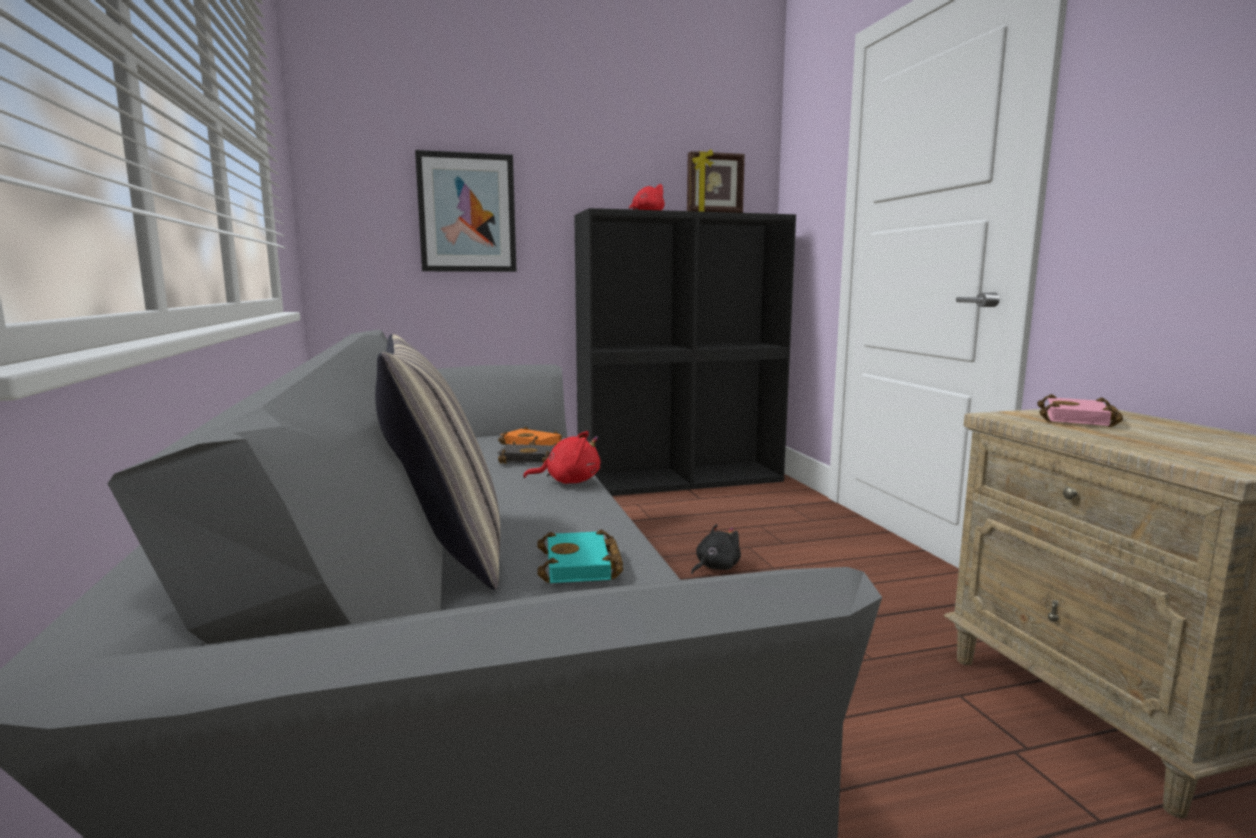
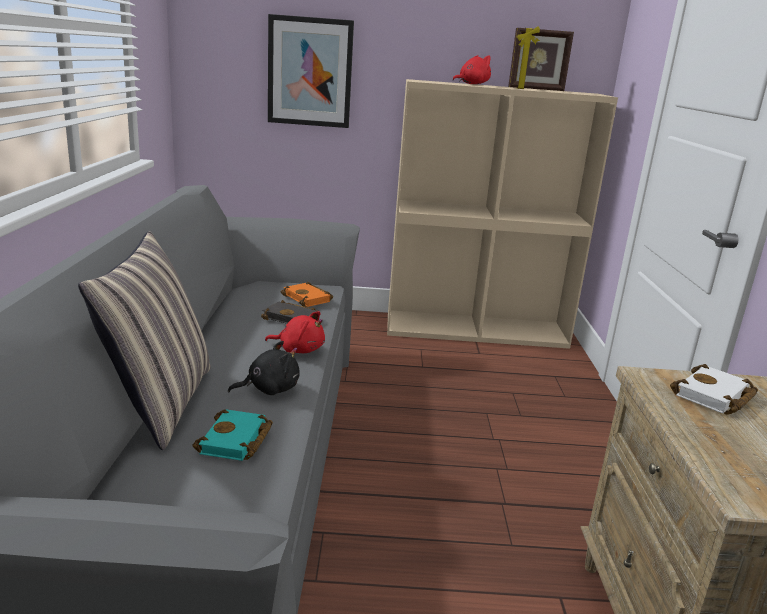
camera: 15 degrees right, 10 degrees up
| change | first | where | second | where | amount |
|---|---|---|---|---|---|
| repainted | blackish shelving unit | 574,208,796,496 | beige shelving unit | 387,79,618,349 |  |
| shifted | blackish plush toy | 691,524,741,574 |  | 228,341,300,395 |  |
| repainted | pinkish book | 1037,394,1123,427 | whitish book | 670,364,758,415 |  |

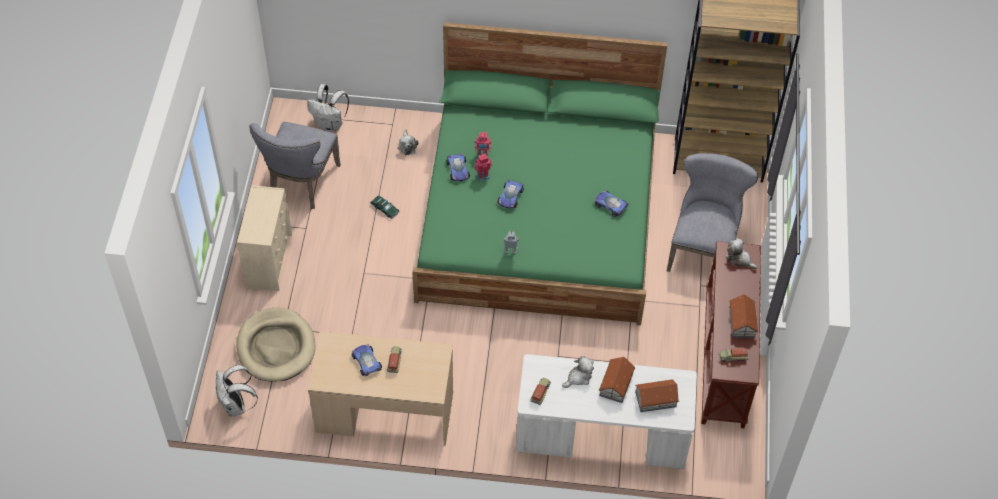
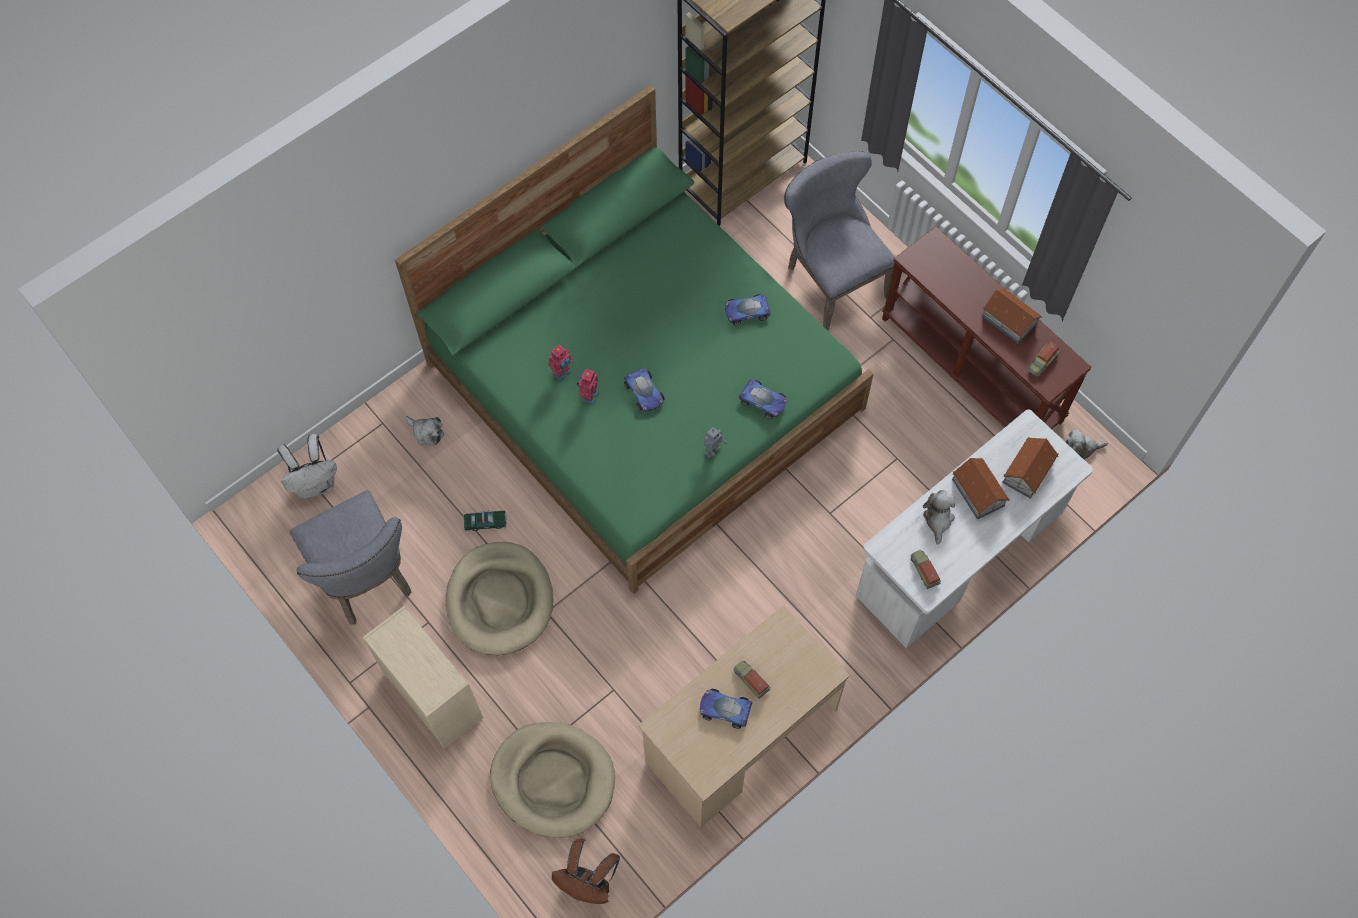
camera: 45 degrees left, 10 degrees up
| change | first | where | second | where | amount |
|---|---|---|---|---|---|
| repainted | whitish rucksack | 216,365,258,417 | brownish rucksack | 552,839,620,904 |  |
| shifted | toy car | 446,153,470,181 |  | 739,379,787,419 |  |
| shifted | plush toy | 726,238,757,269 |  | 1065,429,1108,459 |  |
| new |  |  | beige dog bed | 446,542,553,655 |  |

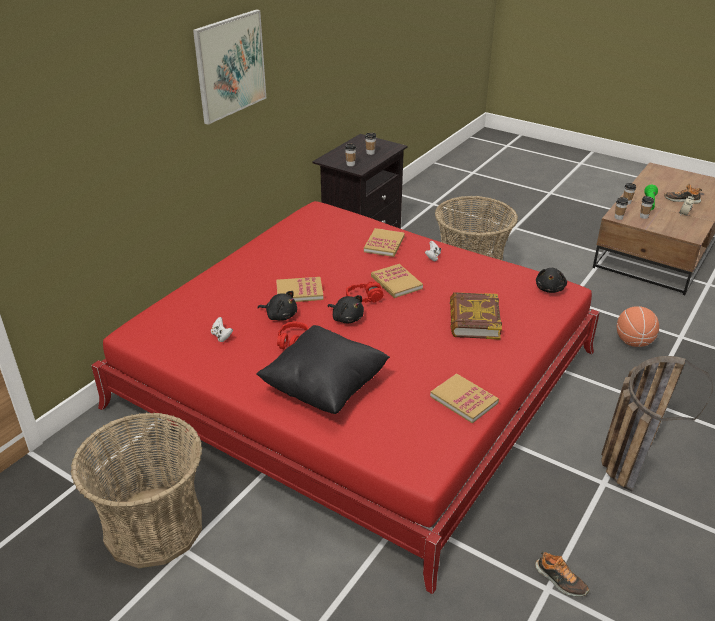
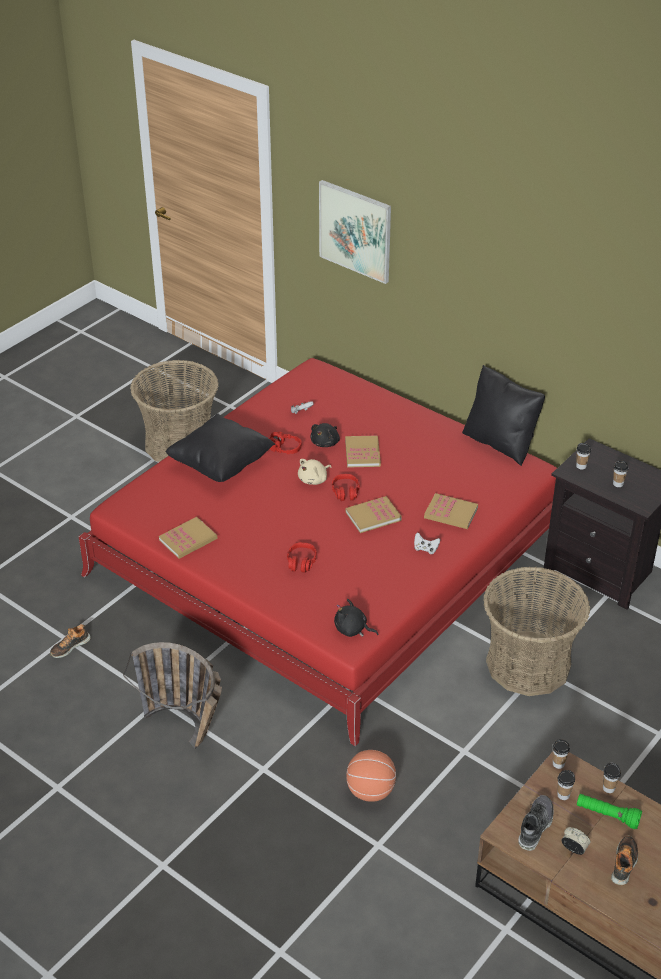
camera: 95 degrees right, 5 degrees up
| change | first | where | second | where | amount |
|---|---|---|---|---|---|
| shifted | wall art | 193,9,266,125 |  | 319,180,391,284 |  |
| repainted | blackish plush toy | 328,295,364,324 | beige plush toy | 298,459,332,485 |  |
| swapped | book | 450,292,502,340 | red headset | 287,542,317,573 |  |
| new |  |  | blackish throw pillow | 462,365,545,466 |  |
| new |  |  | shoe | 518,795,554,851 |  |

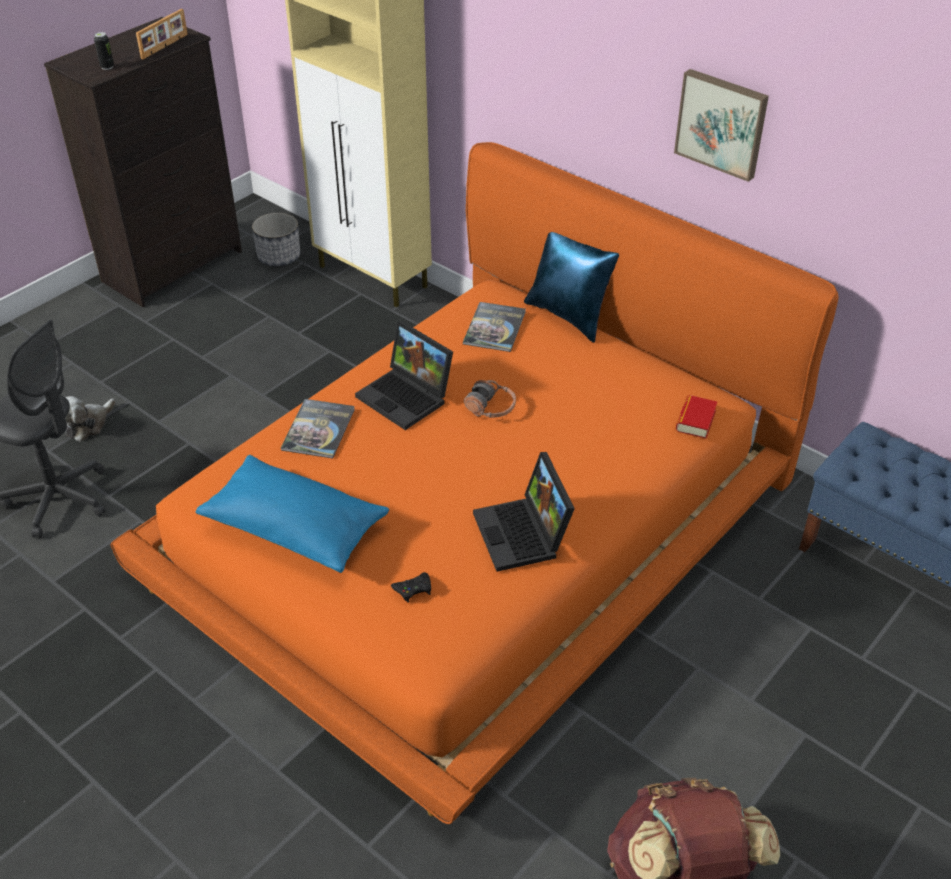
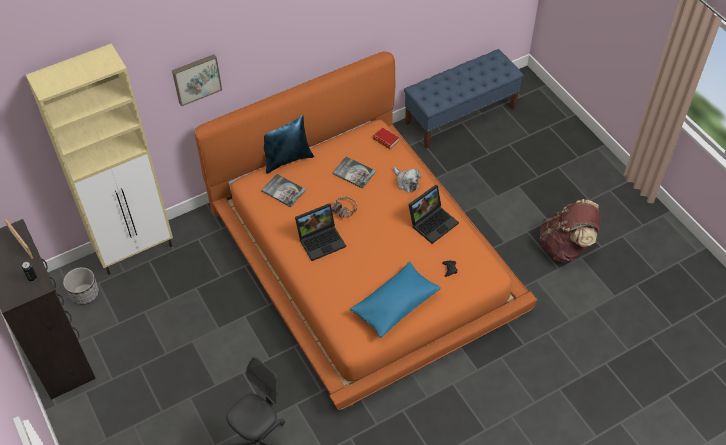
camera: 70 degrees left, 10 degrees up
| change | first | where | second | where | amount |
|---|---|---|---|---|---|
| shifted | plush toy | 65,396,116,442 |  | 394,167,421,193 |  |
| shifted | book | 281,399,355,459 |  | 332,156,376,189 |  |
| rotated | portable computer | 473,452,575,572 |  | 408,185,459,244 | 45 degrees counterclockwise |
| shifted | wall art | 674,69,769,182 |  | 172,54,222,106 |  |

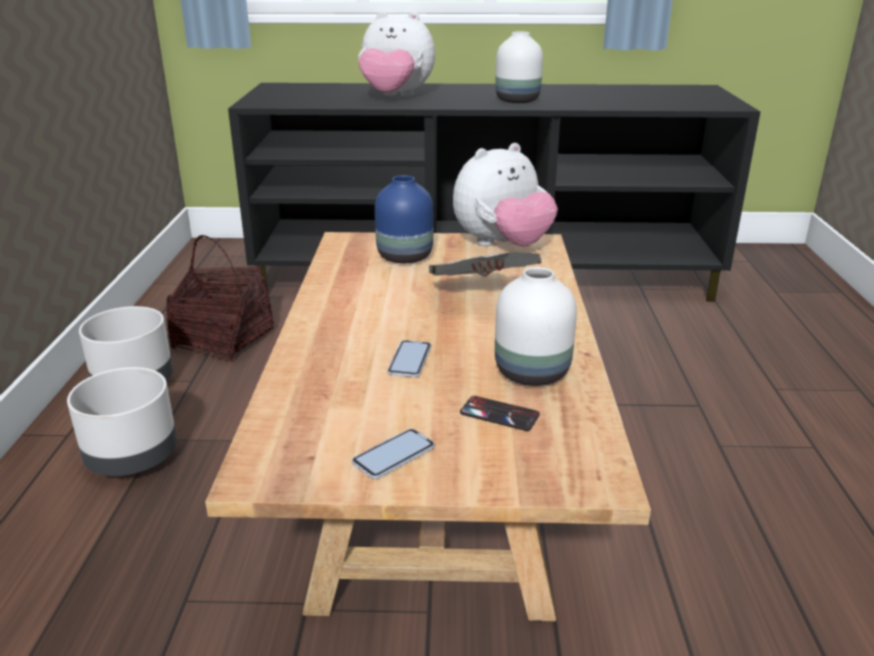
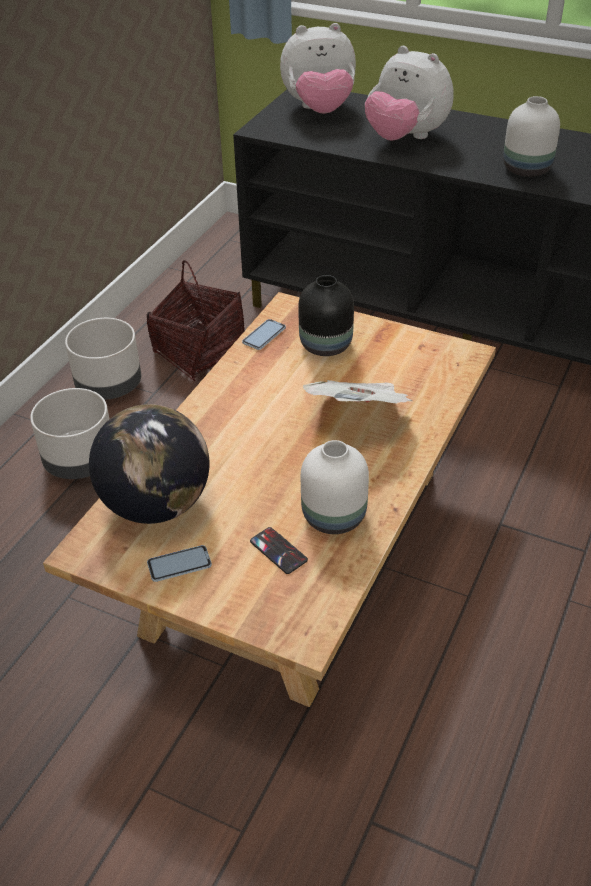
camera: 25 degrees right, 15 degrees up
| change | first | where | second | where | amount |
|---|---|---|---|---|---|
| repainted | blue vase | 375,175,433,263 | blackish vase | 298,275,354,356 |  |
| shifted | handset | 387,340,431,377 |  | 242,319,286,350 |  |
| shifted | plush toy | 453,143,558,247 |  | 280,23,356,114 |  |
| new |  |  | world globe | 89,404,210,524 |  |

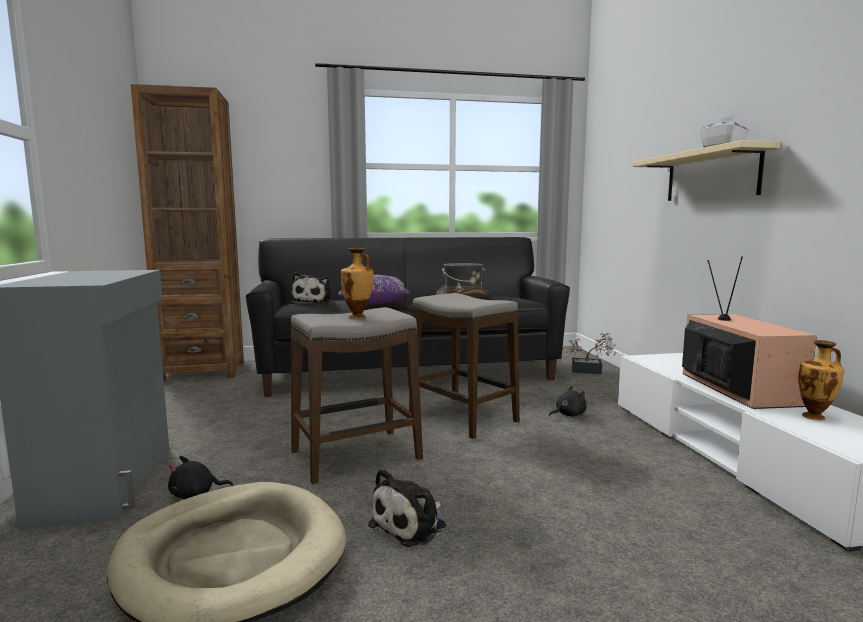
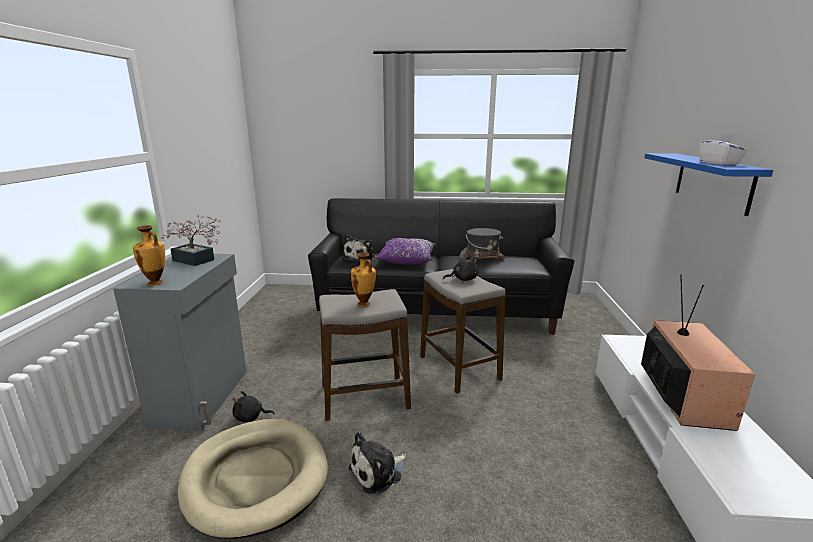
camera: 15 degrees right, 10 degrees up
| change | first | where | second | where | amount |
|---|---|---|---|---|---|
| gone | brownish shelving unit | 131,84,244,381 |  |  |  |
| shifted | blackish plush toy | 549,386,587,417 |  | 443,256,478,281 |  |
| shifted | potted plant | 564,333,616,374 |  | 160,215,221,266 |  |
| repainted | beige wall shelf | 633,140,781,201 | blue wall shelf | 644,153,773,216 |  |
| shifted | vase | 798,340,844,420 |  | 133,225,165,286 |  |

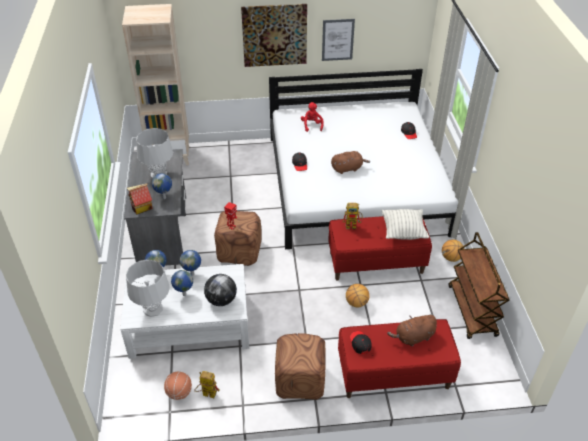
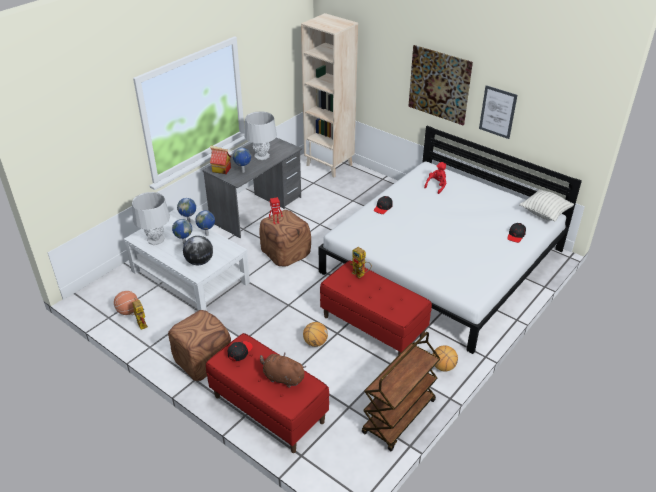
camera: 45 degrees right, 5 degrees down
| change | first | where | second | where | amount |
|---|---|---|---|---|---|
| gone | brownish plush toy | 331,151,370,174 |  |  |  |
| shifted | throw pillow | 382,209,429,240 |  | 520,189,574,221 |  |

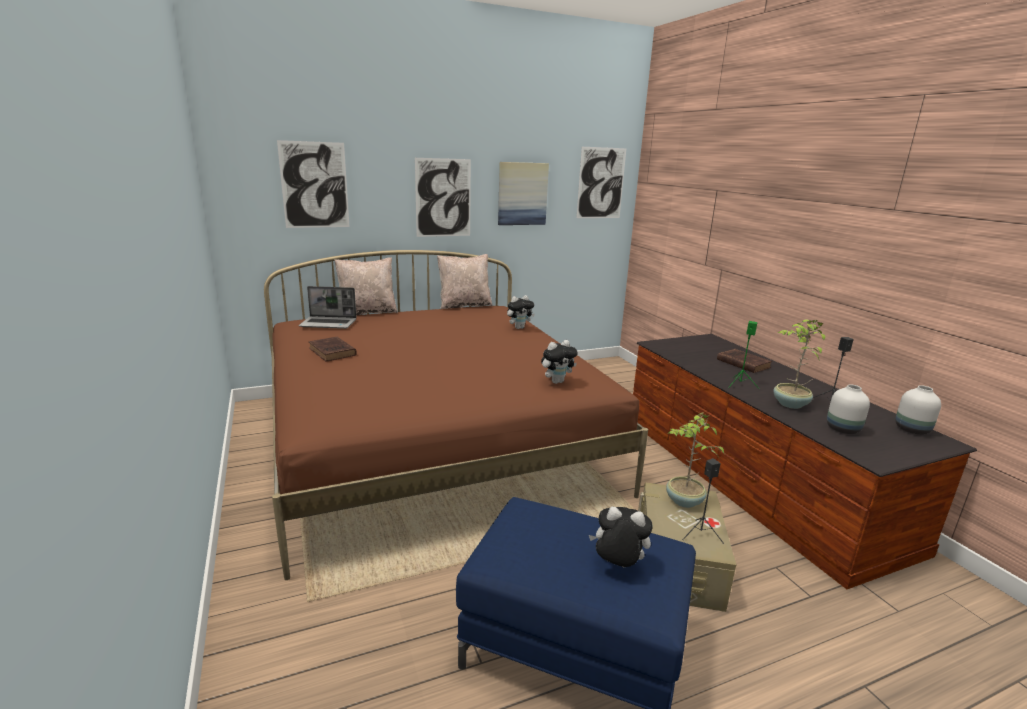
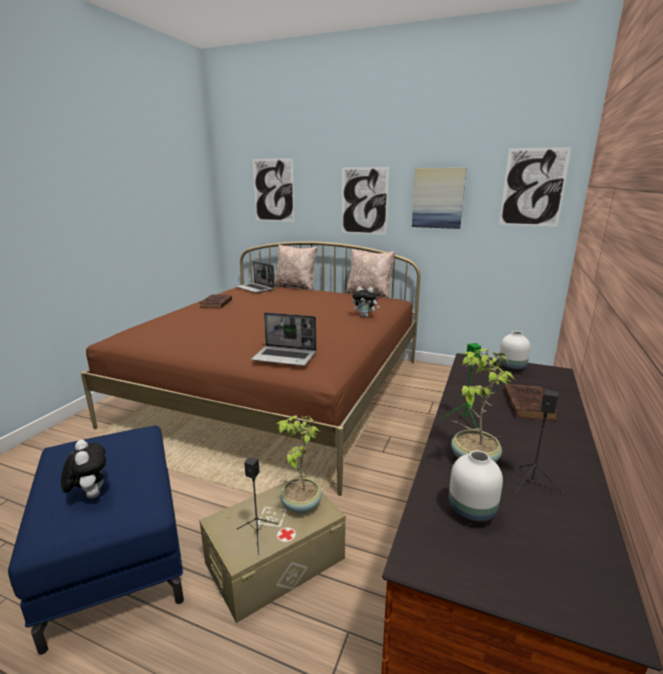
camera: 45 degrees right, 0 degrees up
| change | first | where | second | where | amount |
|---|---|---|---|---|---|
| swapped | plush toy | 541,340,578,384 | portable computer | 251,312,316,366 |  |
| shifted | whitish vase | 895,385,941,435 |  | 498,331,530,372 |  |

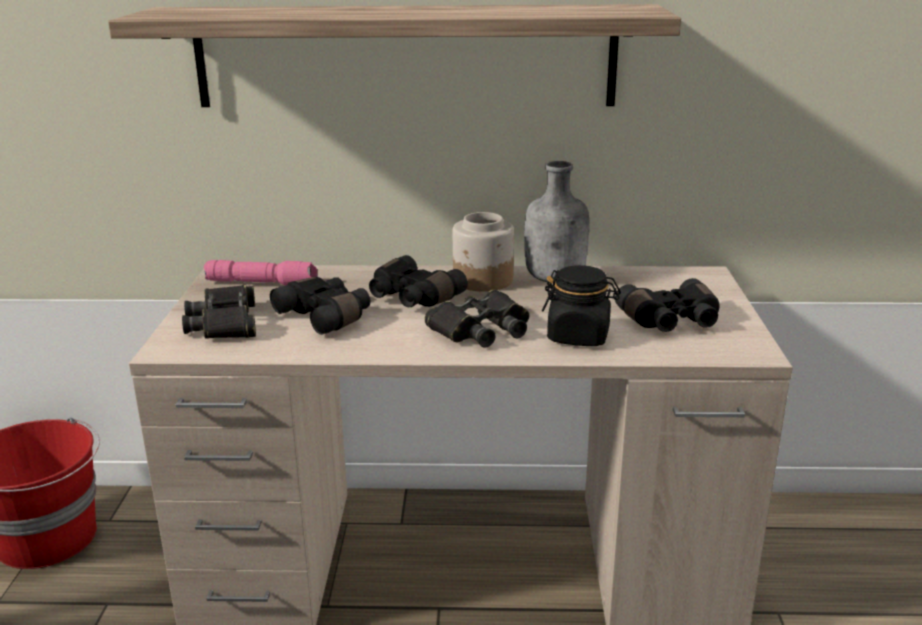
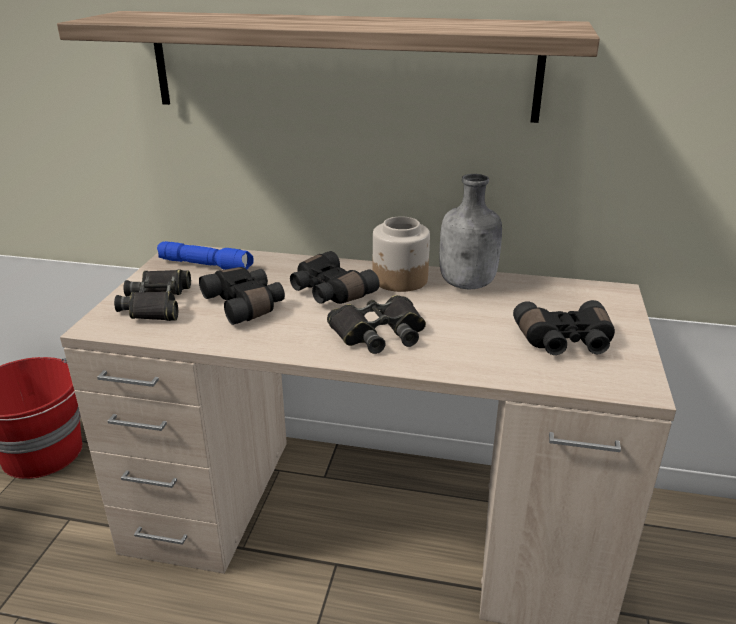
camera: 10 degrees right, 5 degrees up
| change | first | where | second | where | amount |
|---|---|---|---|---|---|
| repainted | pinkish hand torch | 204,260,317,285 | blue hand torch | 157,241,254,270 |  |
| gone | blackish jar | 542,265,621,346 |  |  |  |

